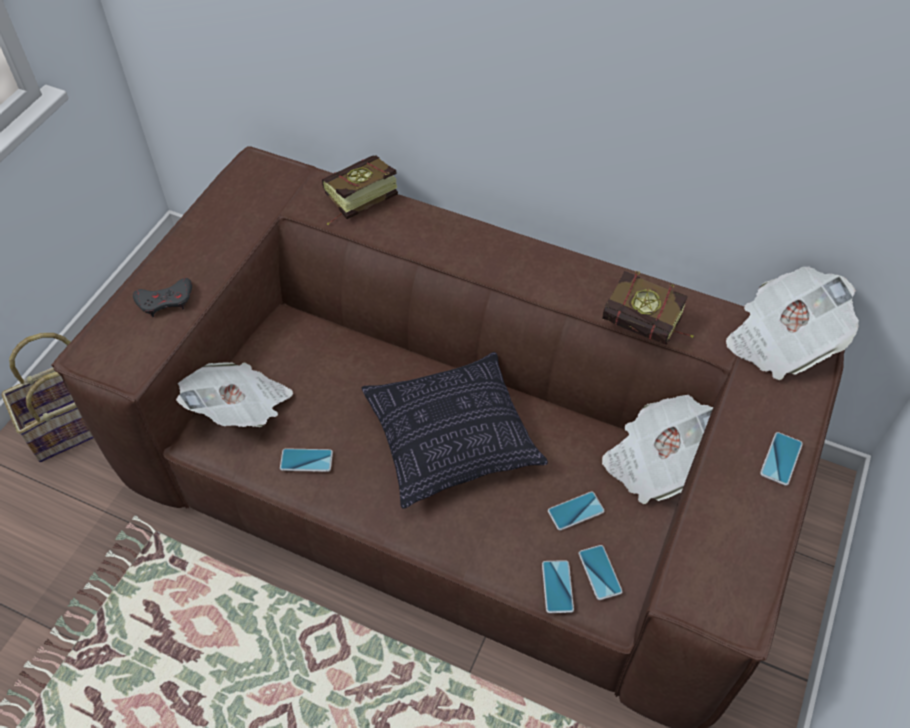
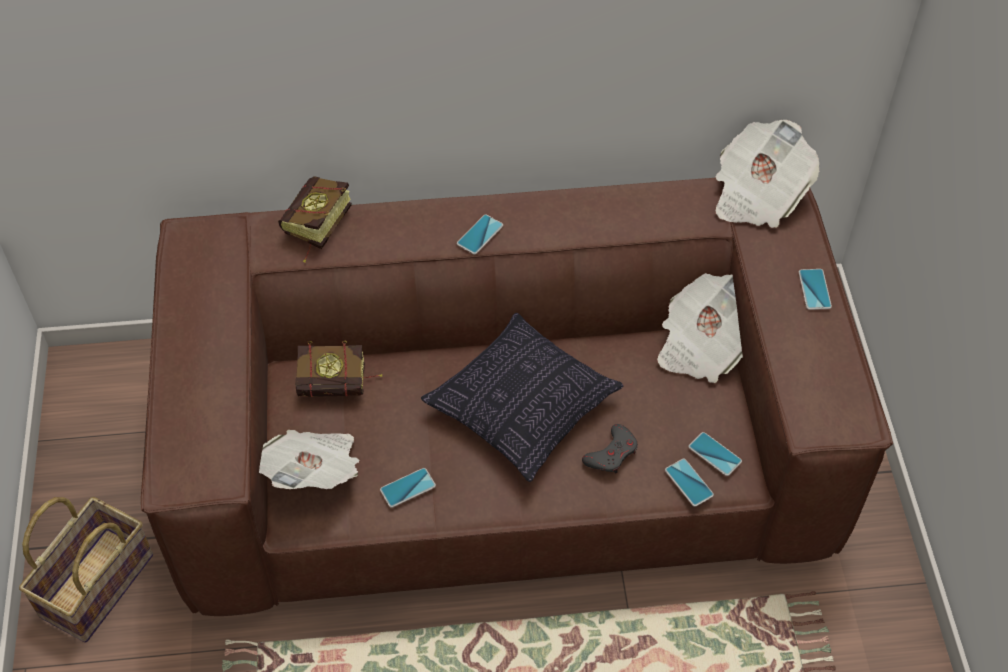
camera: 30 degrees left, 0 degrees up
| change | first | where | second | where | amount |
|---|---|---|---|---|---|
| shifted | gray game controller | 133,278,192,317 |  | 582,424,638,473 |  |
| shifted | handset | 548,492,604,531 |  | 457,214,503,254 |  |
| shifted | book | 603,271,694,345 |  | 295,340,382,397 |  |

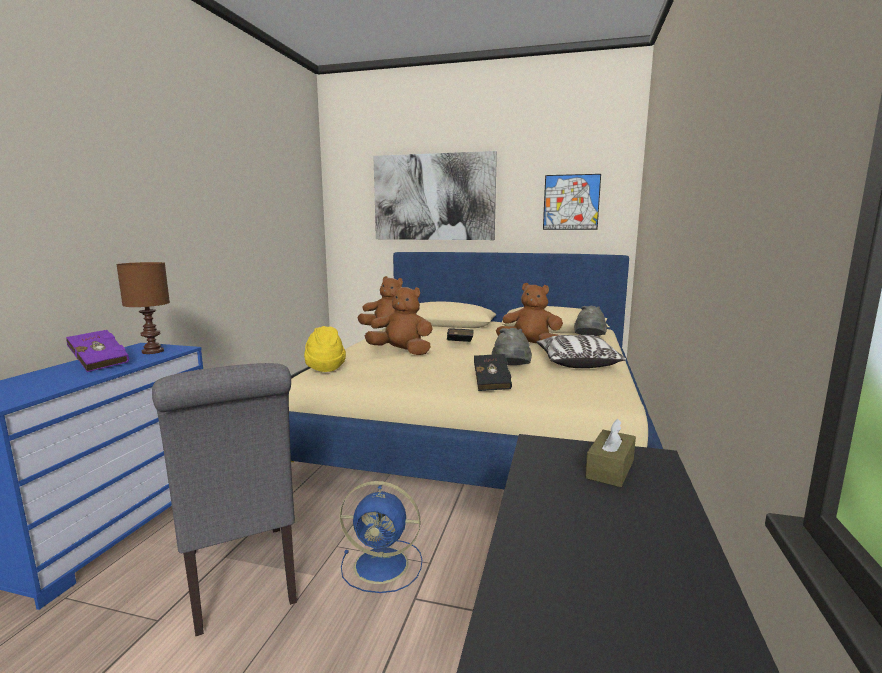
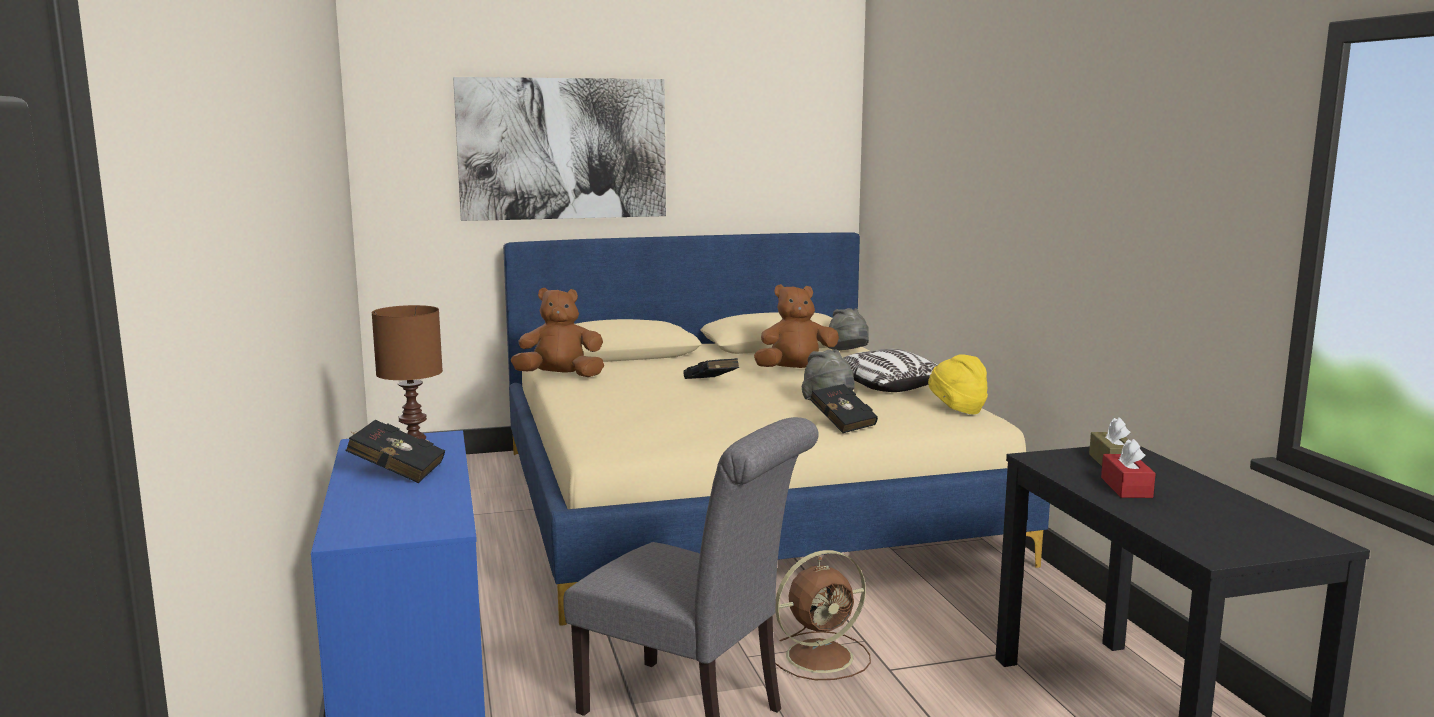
camera: 30 degrees left, 0 degrees up
| change | first | where | second | where | amount |
|---|---|---|---|---|---|
| repainted | purple-coloured book | 66,330,129,372 | blackish book | 345,420,445,483 |  |
| shifted | yellow wearable hat | 304,326,346,372 |  | 928,355,988,414 |  |
| repainted | blue fan | 340,481,422,593 | brownish fan | 775,550,871,680 |  |
| gone | brownish plush toy | 365,285,433,355 |  |  |  |
| gone | wall art | 543,174,601,230 |  |  |  |
| new |  |  | red tissue holder | 1101,439,1156,498 |  |

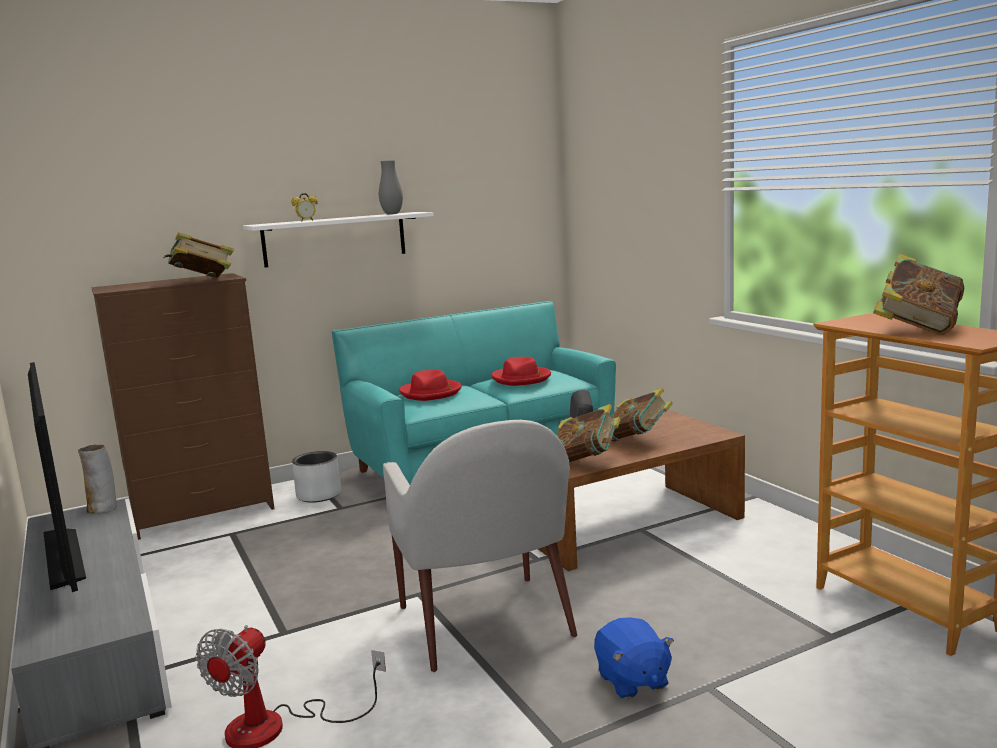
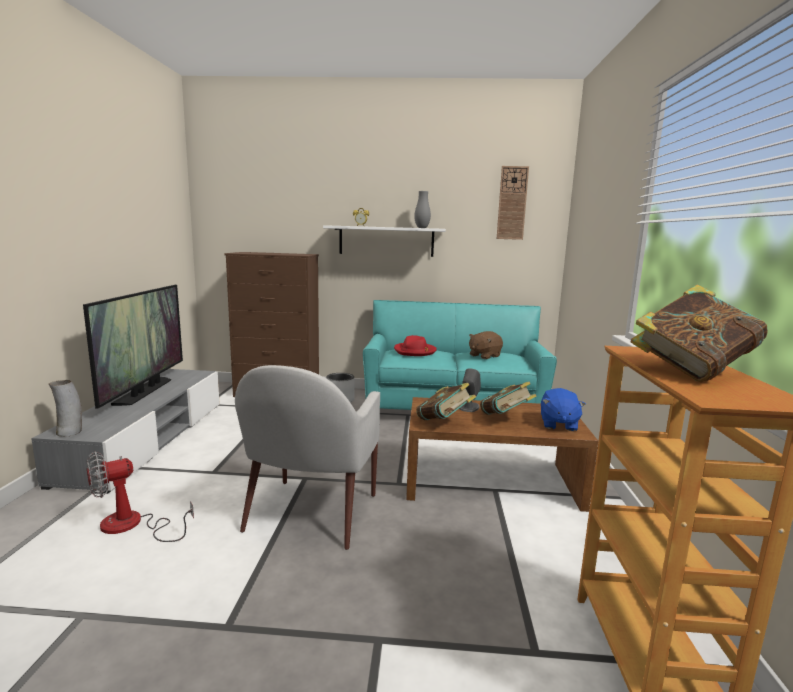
camera: 30 degrees right, 0 degrees up
| change | first | where | second | where | amount |
|---|---|---|---|---|---|
| shifted | vase | 78,445,117,514 |  | 49,380,82,437 |  |
| gone | book | 163,232,234,278 |  |  |  |
| swapped | red wearable hat | 492,357,551,386 | brownish plush toy | 469,331,503,359 |  |
| shifted | blue plush toy | 594,617,674,699 |  | 541,388,586,431 |  |
| new |  |  | wall clock | 497,166,529,240 |  |

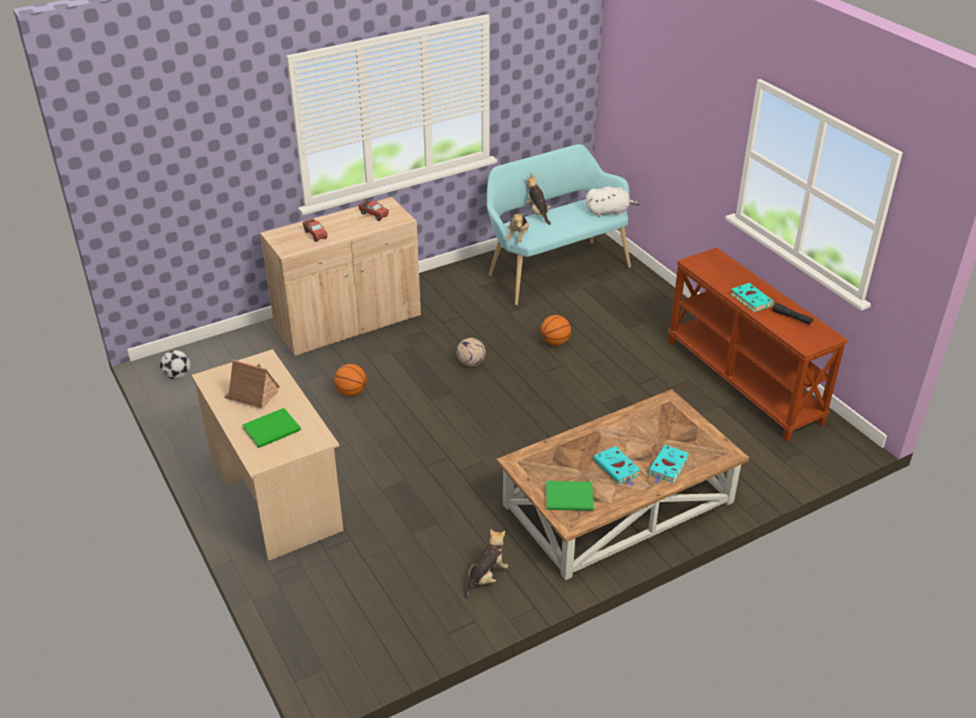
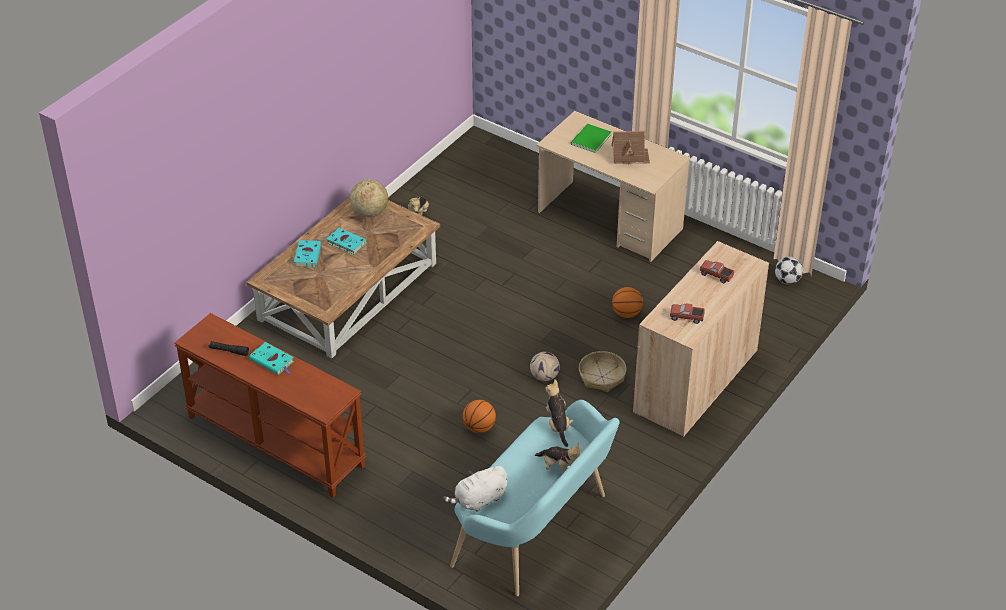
camera: 155 degrees right, 5 degrees up
| change | first | where | second | where | amount |
|---|---|---|---|---|---|
| swapped | green book | 546,481,594,511 | world globe | 350,179,388,217 |  |
| new |  |  | storage basket | 579,351,626,392 |  |

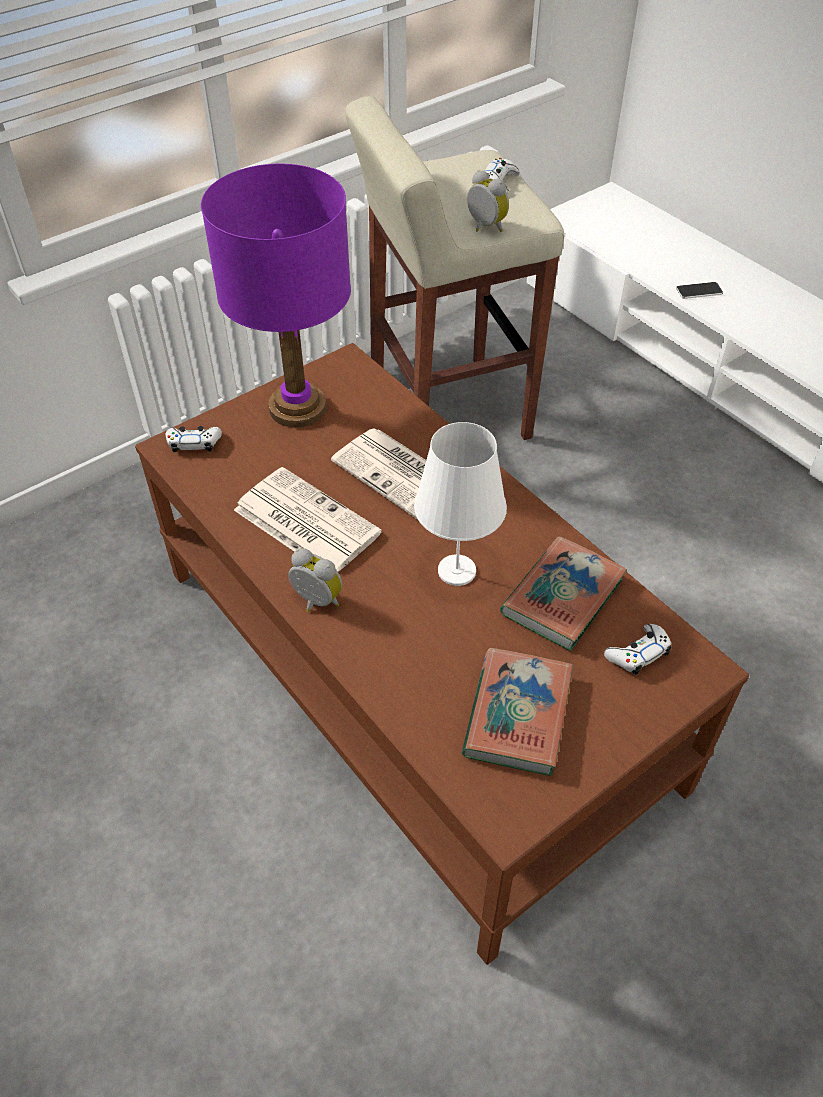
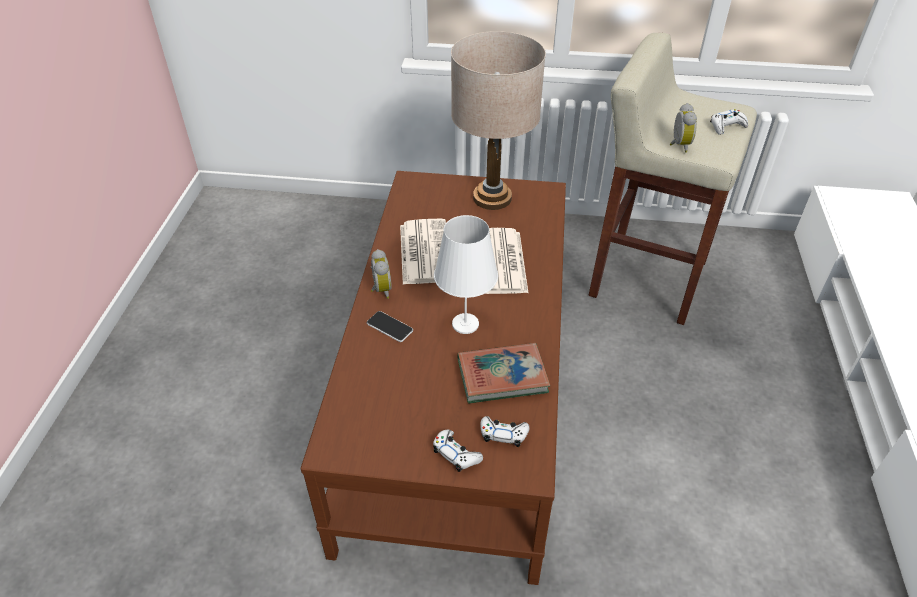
camera: 45 degrees right, 5 degrees down
| change | first | where | second | where | amount |
|---|---|---|---|---|---|
| shifted | whitish game controller | 166,426,222,452 |  | 433,430,483,472 |  |
| repainted | purple-coloured tabletop lamp | 201,164,351,428 | beige tabletop lamp | 451,31,546,210 |  |
| gone | book | 462,648,573,776 |  |  |  |
| shifted | handset | 676,282,723,299 |  | 367,311,413,342 |  |

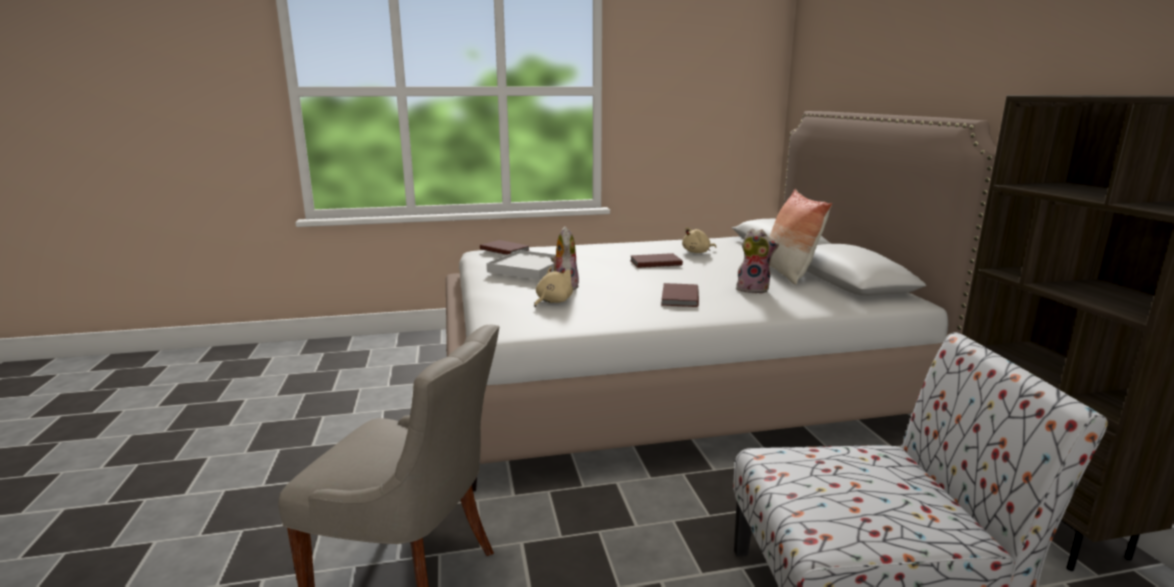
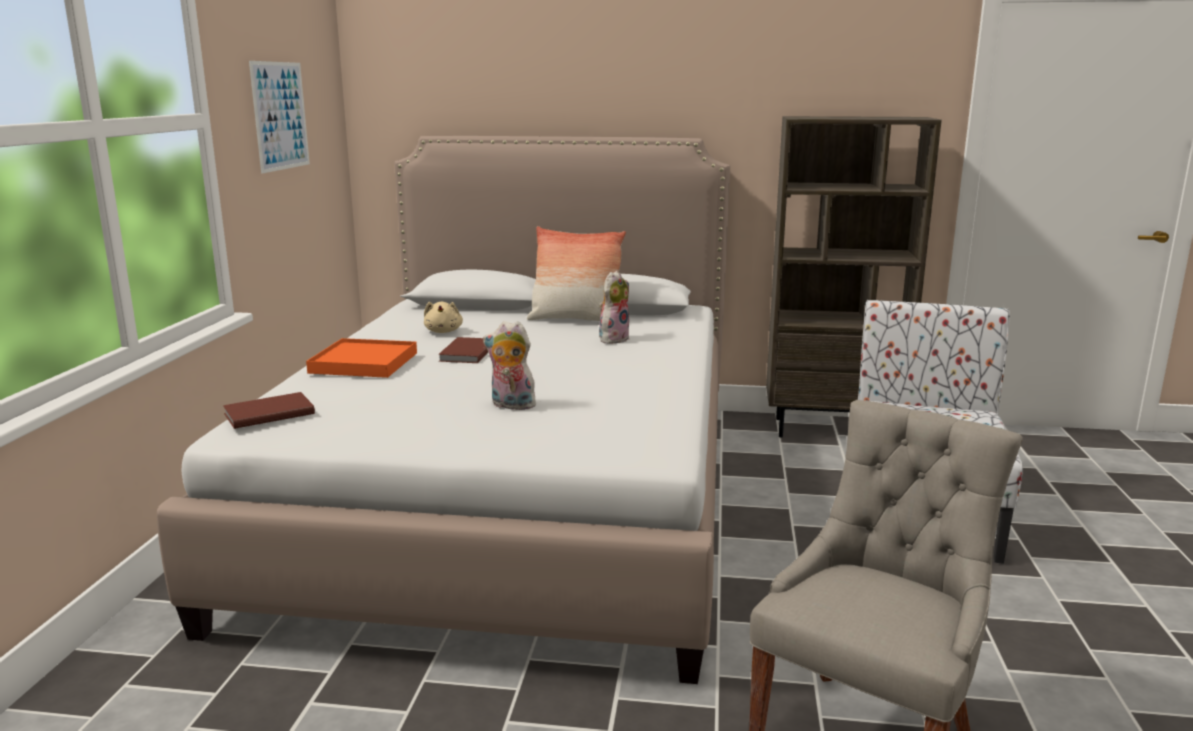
camera: 70 degrees left, 0 degrees up
| change | first | where | second | where | amount |
|---|---|---|---|---|---|
| gone | whitish tray | 487,250,556,280 |  |  |  |
| gone | beige plush toy | 534,267,573,307 |  |  |  |
| gone | brownish book | 661,283,699,307 |  |  |  |
| new |  |  | wall art | 249,61,310,173 |  |
| new |  |  | orangey tray | 306,338,417,378 |  |

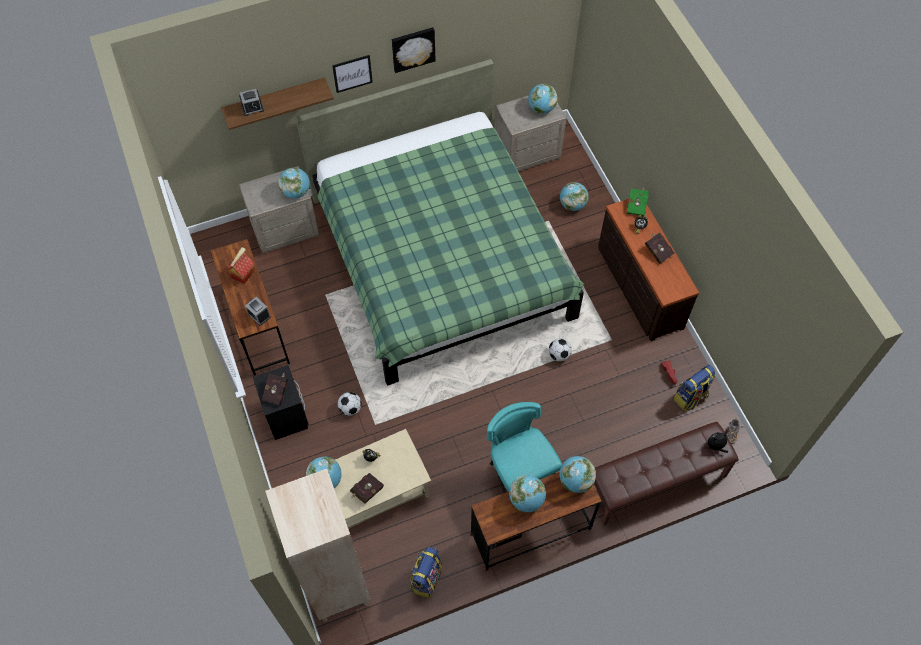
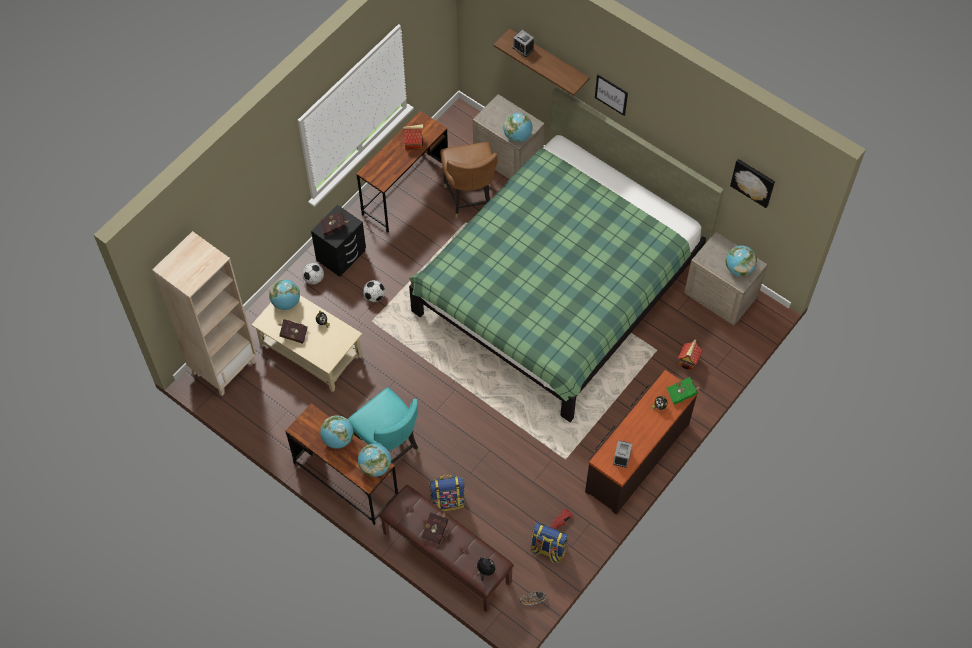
camera: 60 degrees right, 0 degrees up
| change | first | where | second | where | amount |
|---|---|---|---|---|---|
| shifted | bedside clock | 245,297,271,326 |  | 613,441,632,468 |  |
| shifted | wall art | 392,27,436,73 |  | 730,159,775,208 |  |
| shifted | rucksack | 410,547,443,598 |  | 429,475,465,511 |  |
| rotated | turquoise-coloured upright chair | 487,402,562,493 |  | 348,387,419,476 | 105 degrees clockwise |
| shifted | football | 549,338,572,362 |  | 302,263,324,284 |  |
| swapped | world globe | 560,182,588,211 | miniature house | 678,339,702,371 |  |
| shifted | red book | 645,232,674,264 |  | 421,512,448,544 |  |
| new |  |  | brownish upright chair | 440,142,498,219 |  |

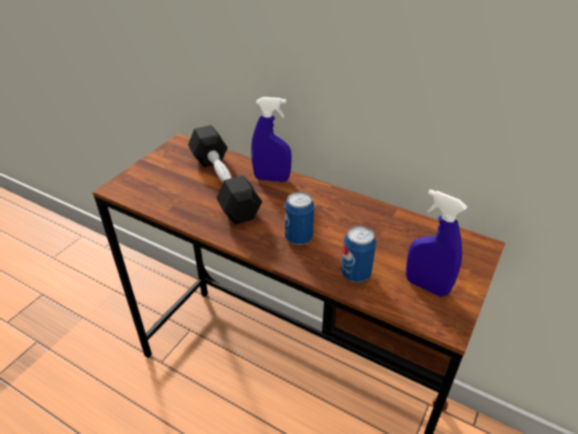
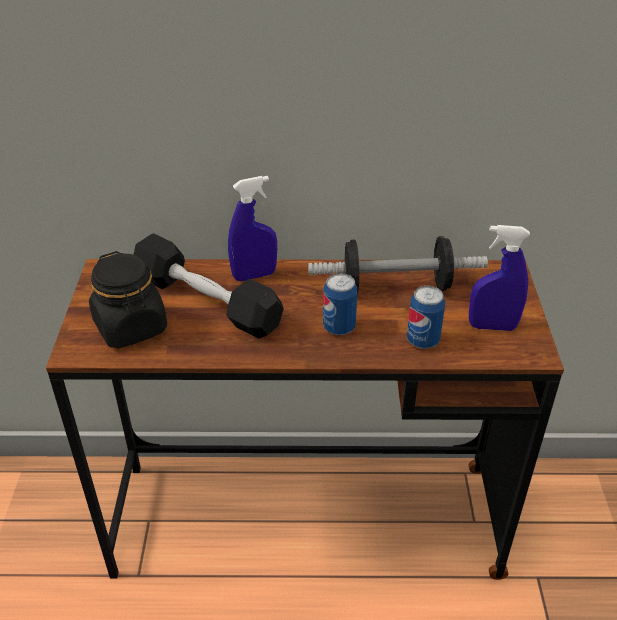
camera: 30 degrees left, 0 degrees up
| change | first | where | second | where | amount |
|---|---|---|---|---|---|
| new |  |  | blackish jar | 89,251,167,349 |  |
| new |  |  | dumbbell | 308,236,488,294 |  |

